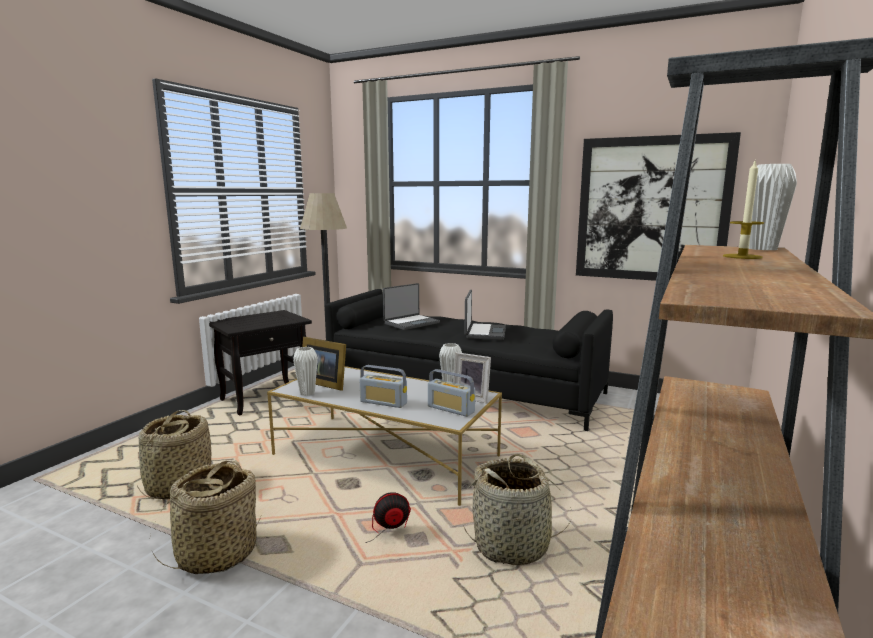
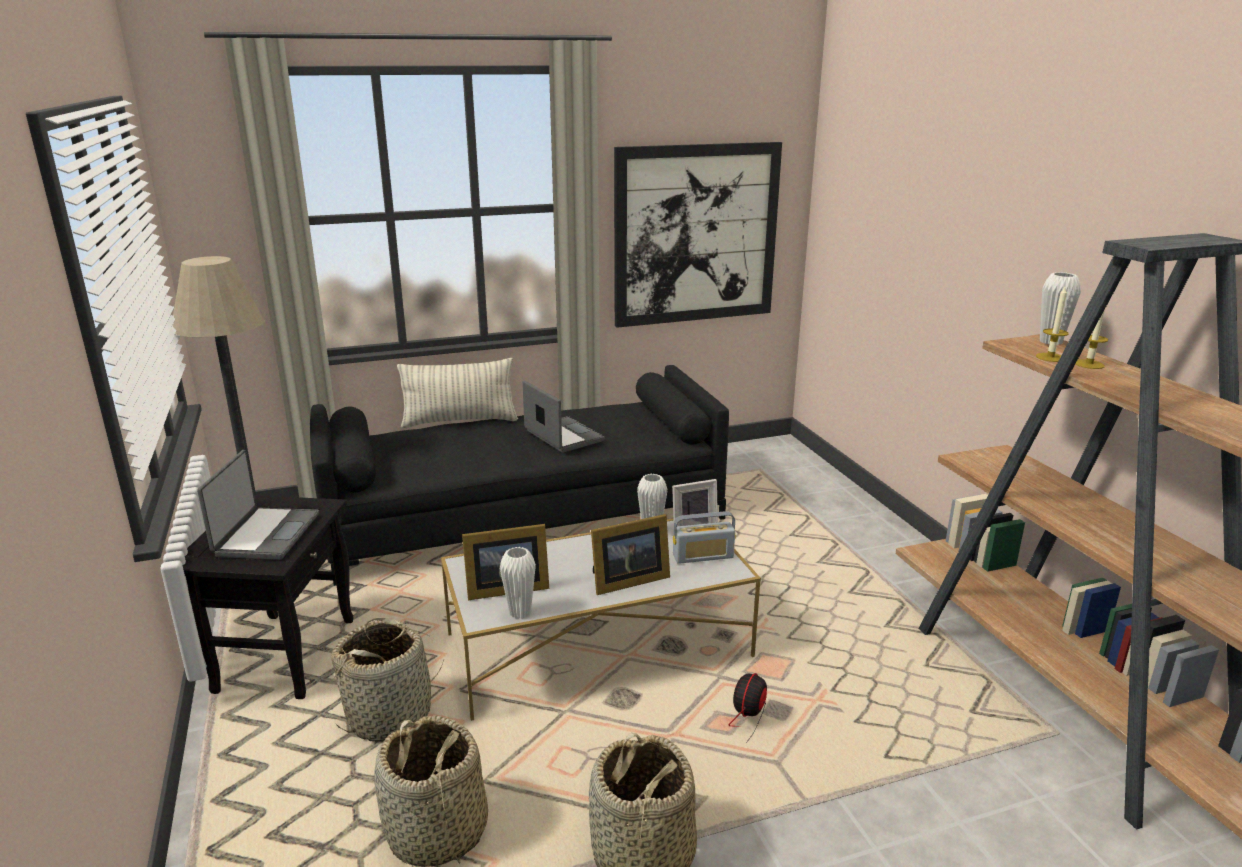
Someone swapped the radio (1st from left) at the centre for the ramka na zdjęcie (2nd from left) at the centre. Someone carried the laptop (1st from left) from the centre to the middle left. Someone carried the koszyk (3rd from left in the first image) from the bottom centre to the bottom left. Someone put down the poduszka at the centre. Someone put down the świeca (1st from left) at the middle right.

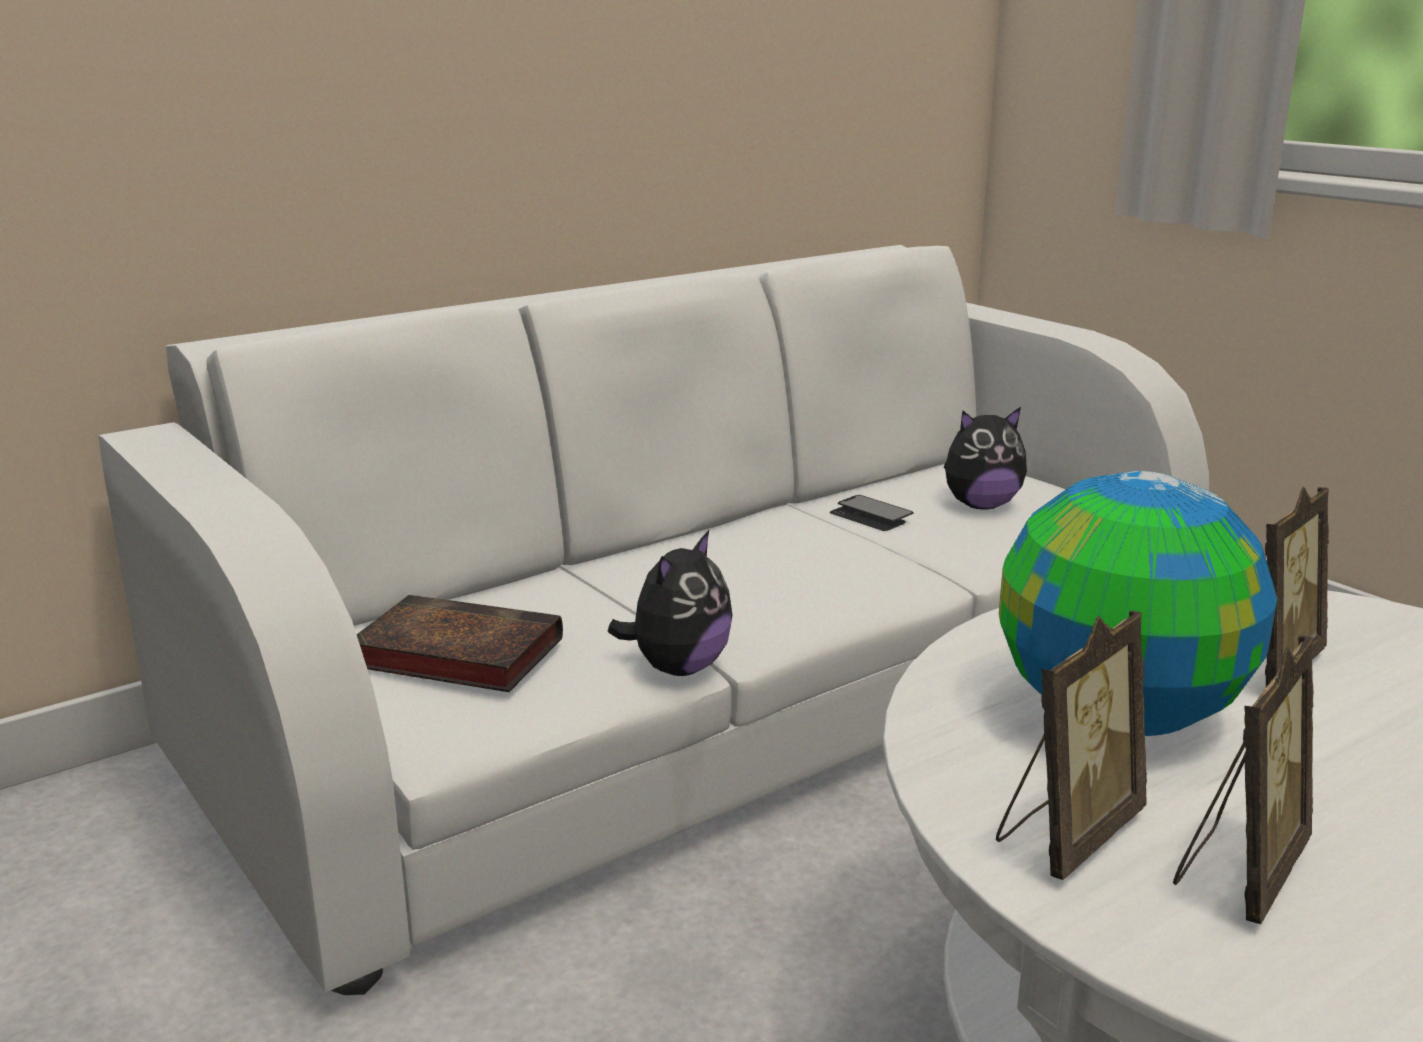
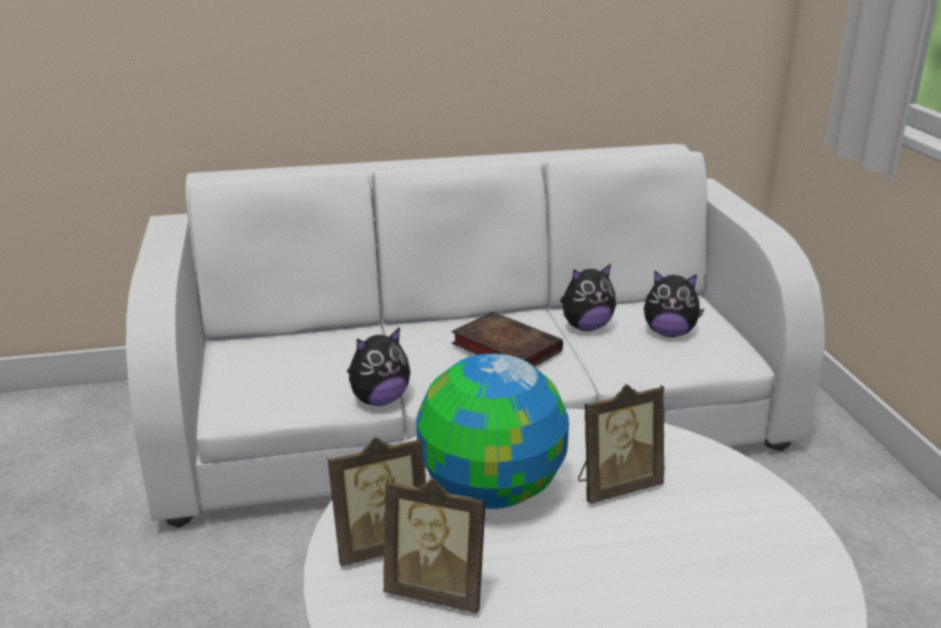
Someone carried the książka from the middle left to the centre. Someone swapped the telefon at the centre for the pluszak (2nd from left) at the centre. Someone rotated the ramka na zdjęcie (2nd from left) at the bottom right by 45 degrees clockwise.

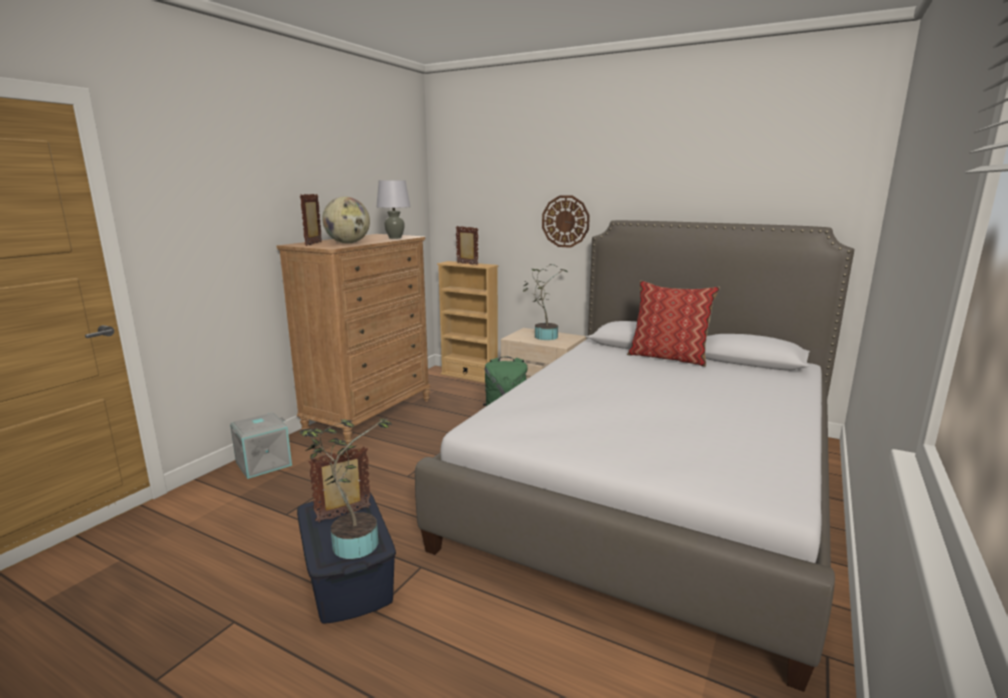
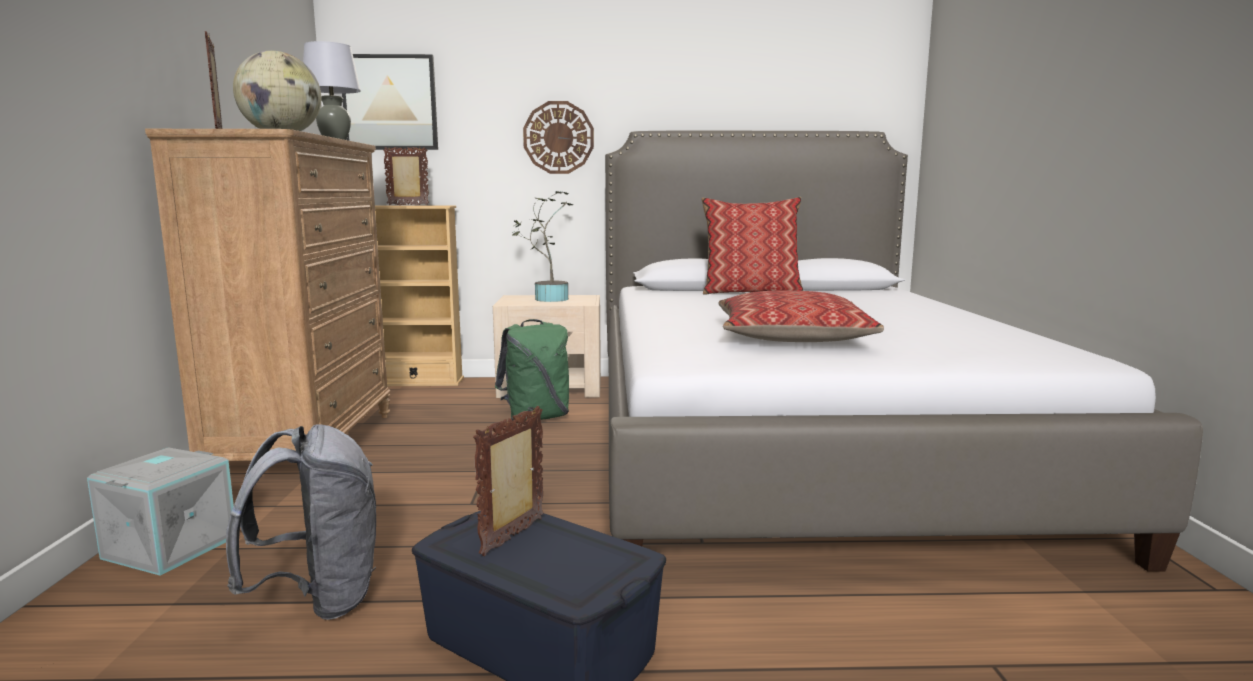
Someone took away the roślina doniczkowa (1st from left) at the bottom centre. Someone put down the plecak (szary) at the bottom left. Someone put up the obraz at the top left. Someone put down the poduszka (2nd from left) at the centre.

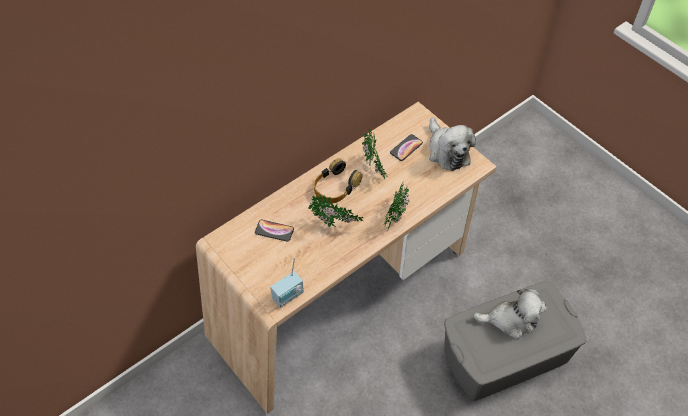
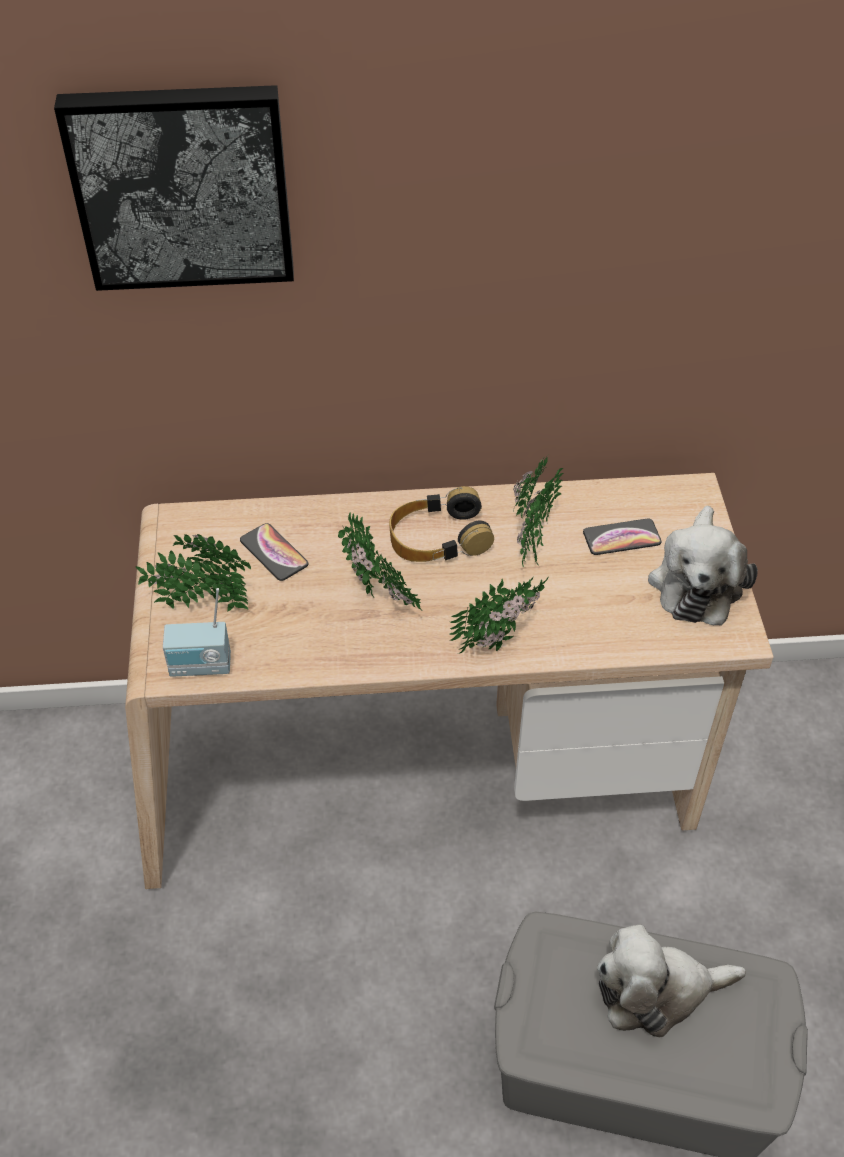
Someone rotated the pluszak (2nd from left in the first image) at the bottom right by 135 degrees clockwise. Someone put up the obraz at the top left. Someone put down the roślina doniczkowa (1st from left) at the middle left.

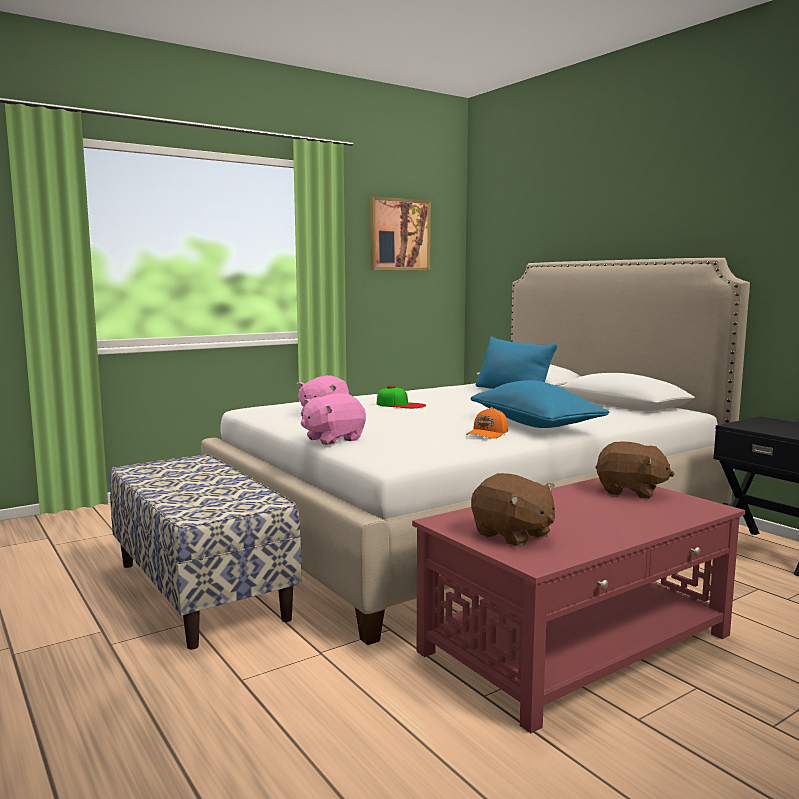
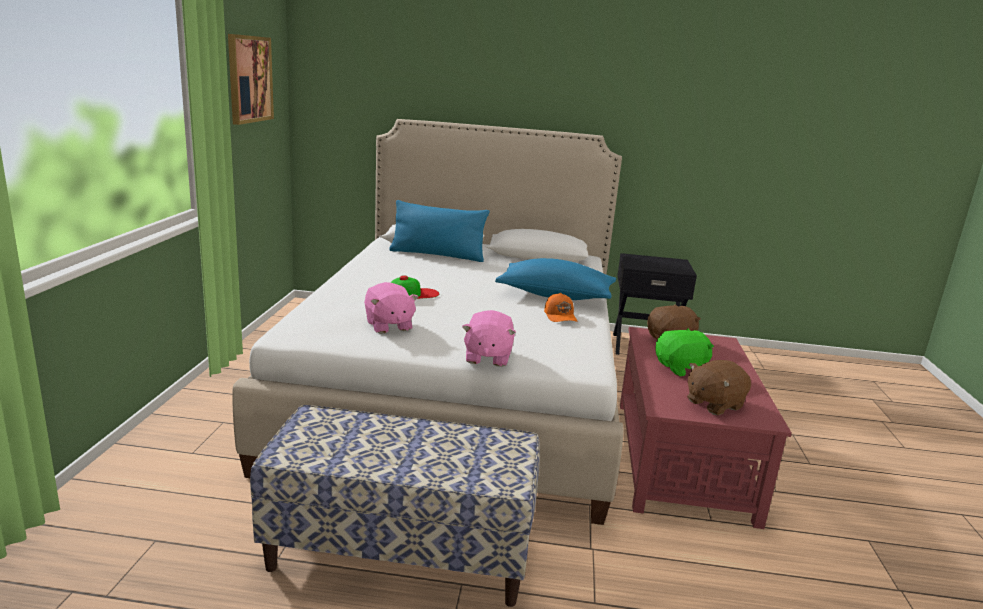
Someone rotated the pluszak (brązowy) (1st from left in the first image) at the centre by 150 degrees clockwise. Someone put down the pluszak (zielony) at the middle right.

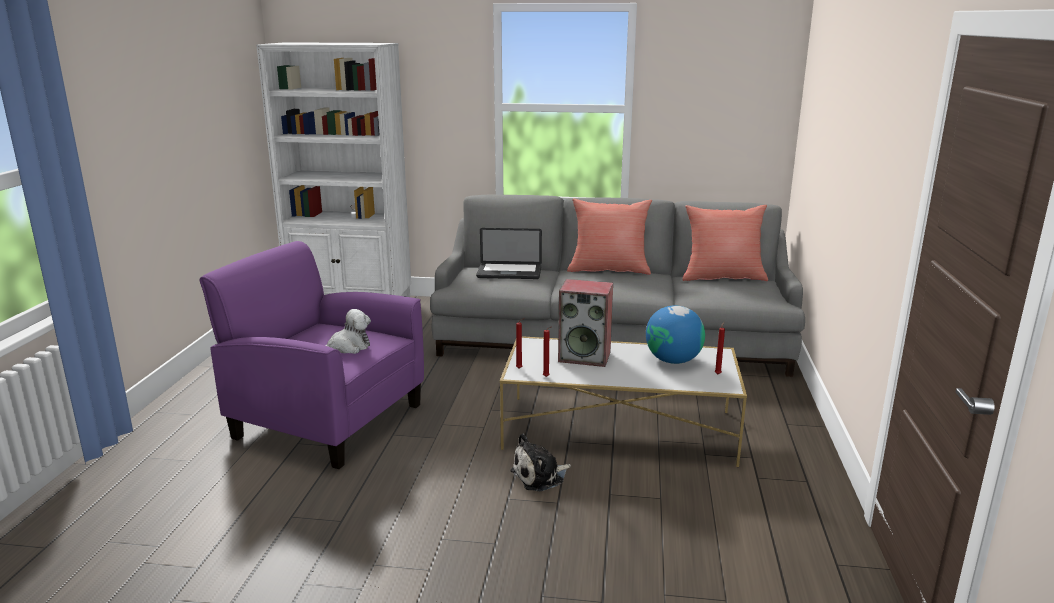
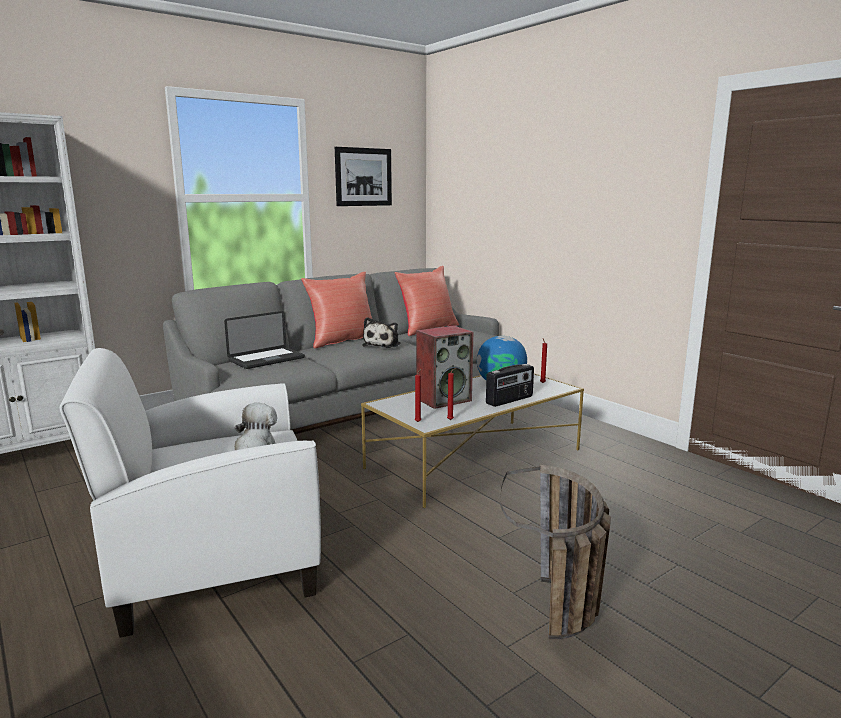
Someone repainted the fotel (fioletowy) at the middle left, which became the fotel (biały) at the bottom left. Someone carried the pluszak (2nd from left) from the bottom centre to the centre. Someone put up the obraz at the top centre. Someone put down the radio at the centre. Someone put down the koszyk at the bottom centre.

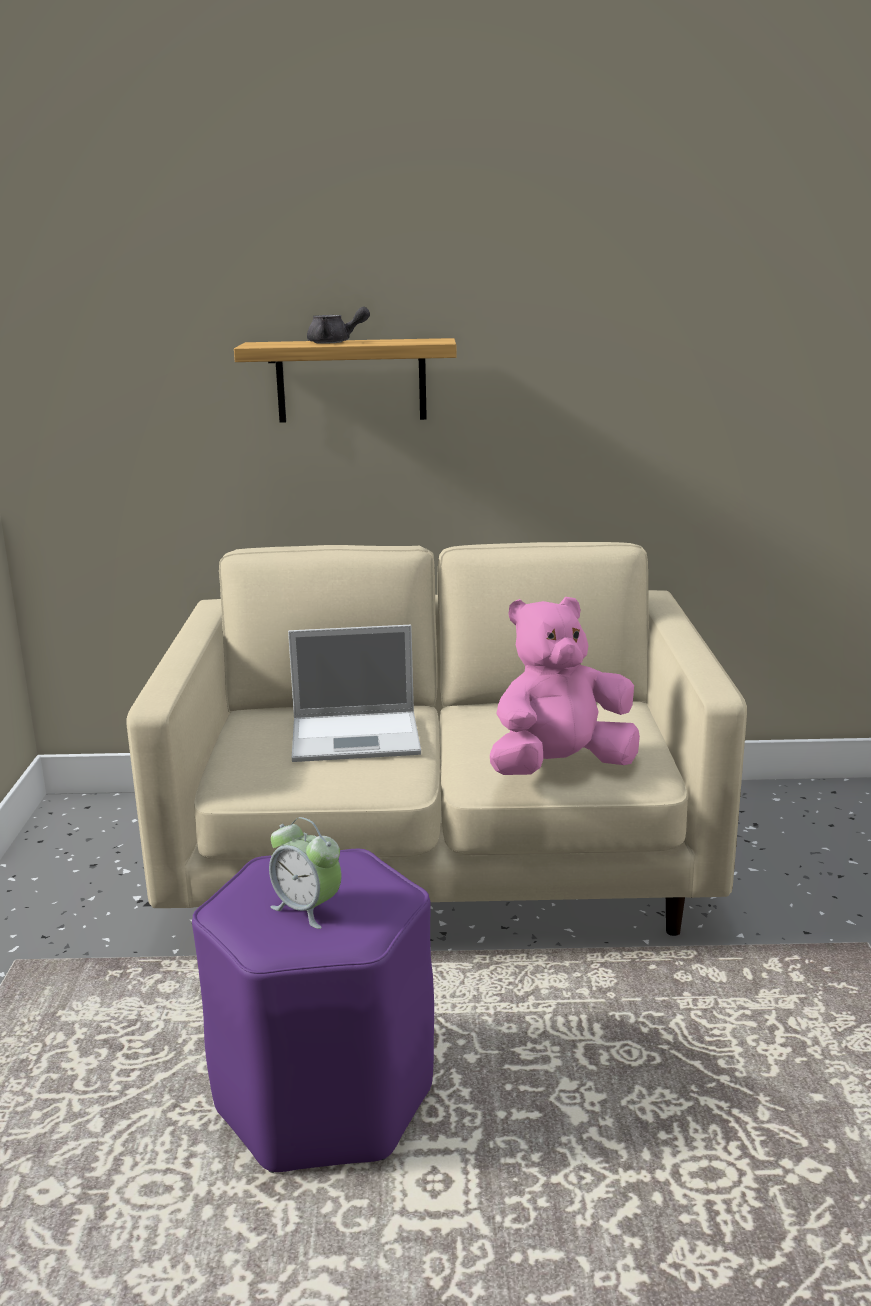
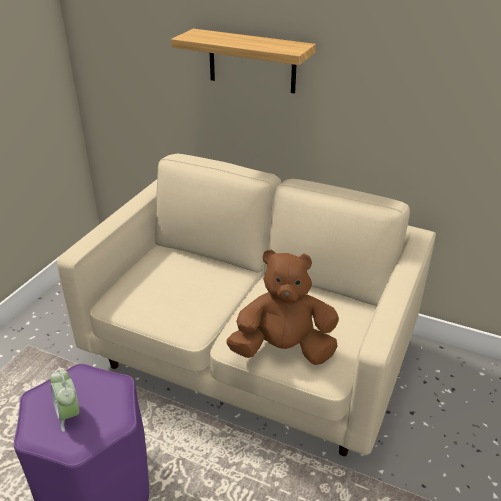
Someone took away the laptop at the centre. Someone took away the imbryk (szary) at the top centre. Someone repainted the pluszak (różowy) at the centre, which became the pluszak (brązowy) at the centre.

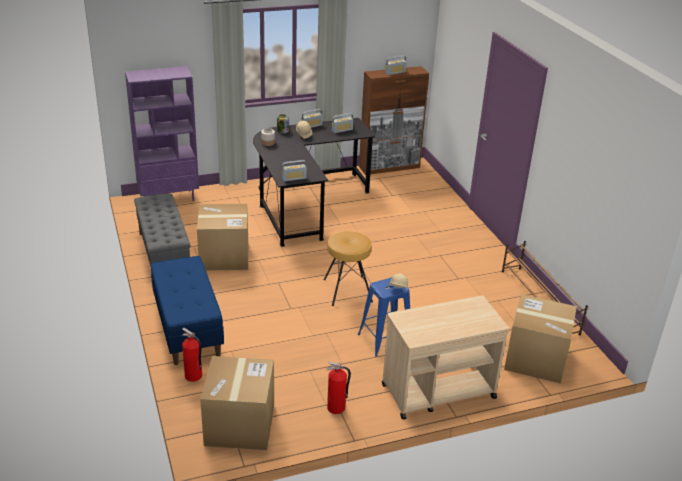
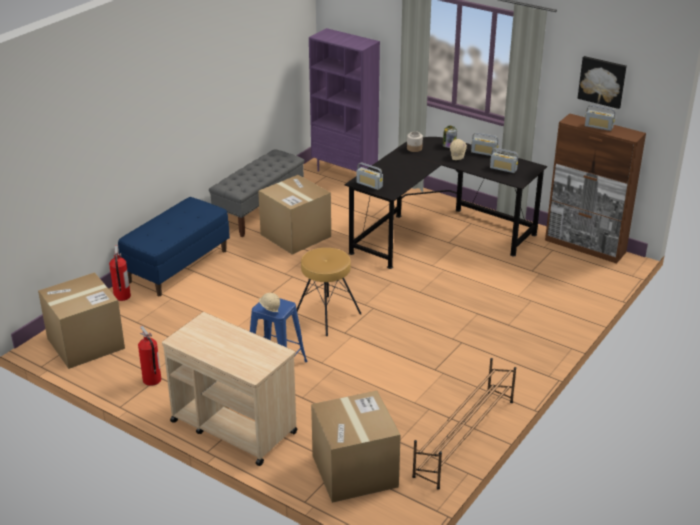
Someone put up the obraz at the top right.

